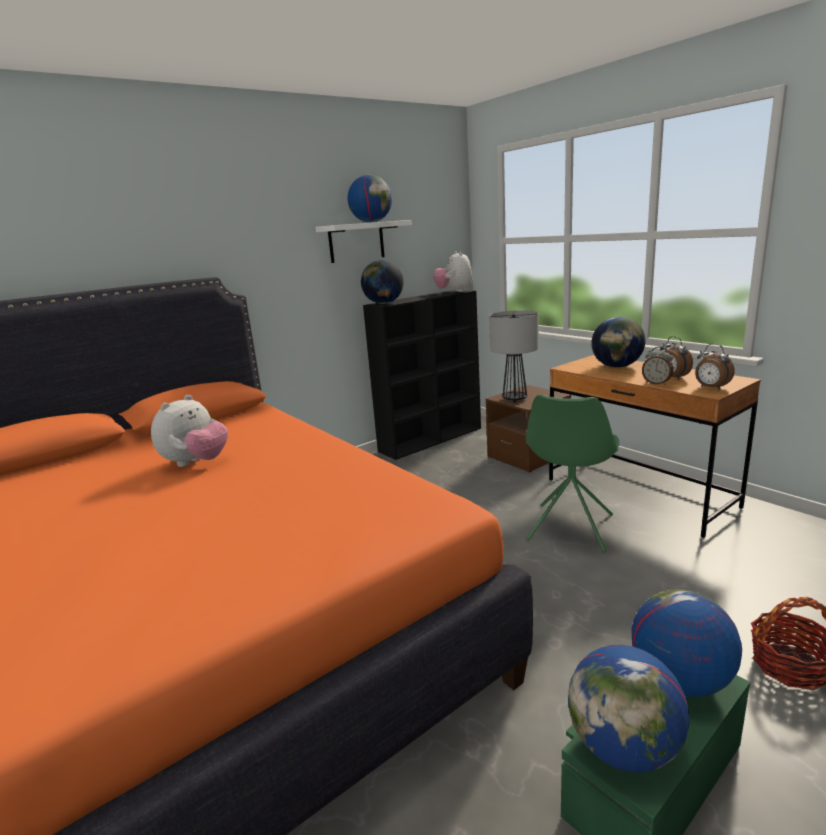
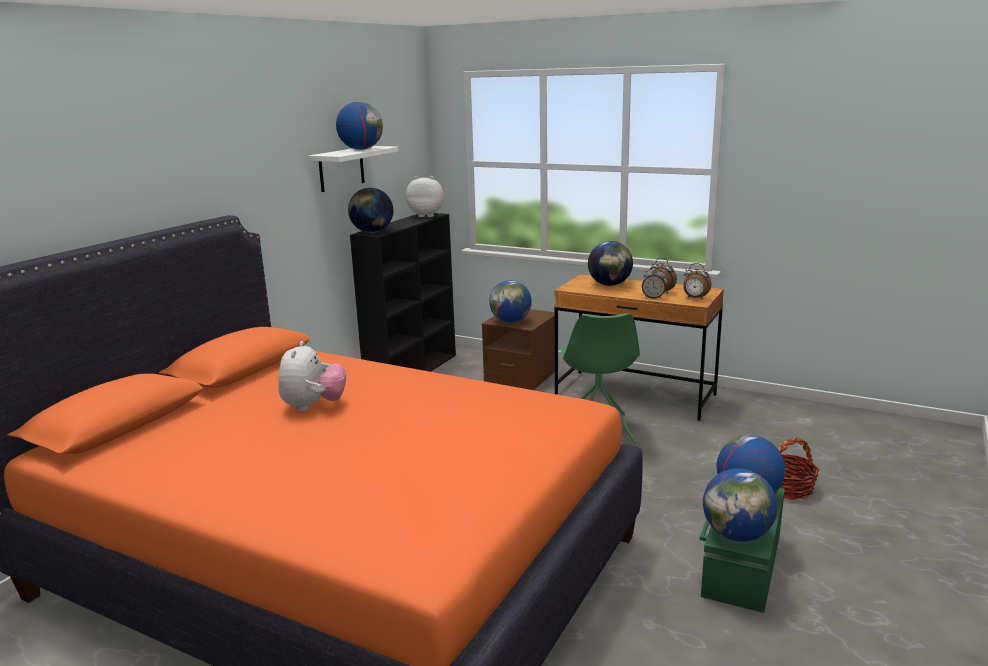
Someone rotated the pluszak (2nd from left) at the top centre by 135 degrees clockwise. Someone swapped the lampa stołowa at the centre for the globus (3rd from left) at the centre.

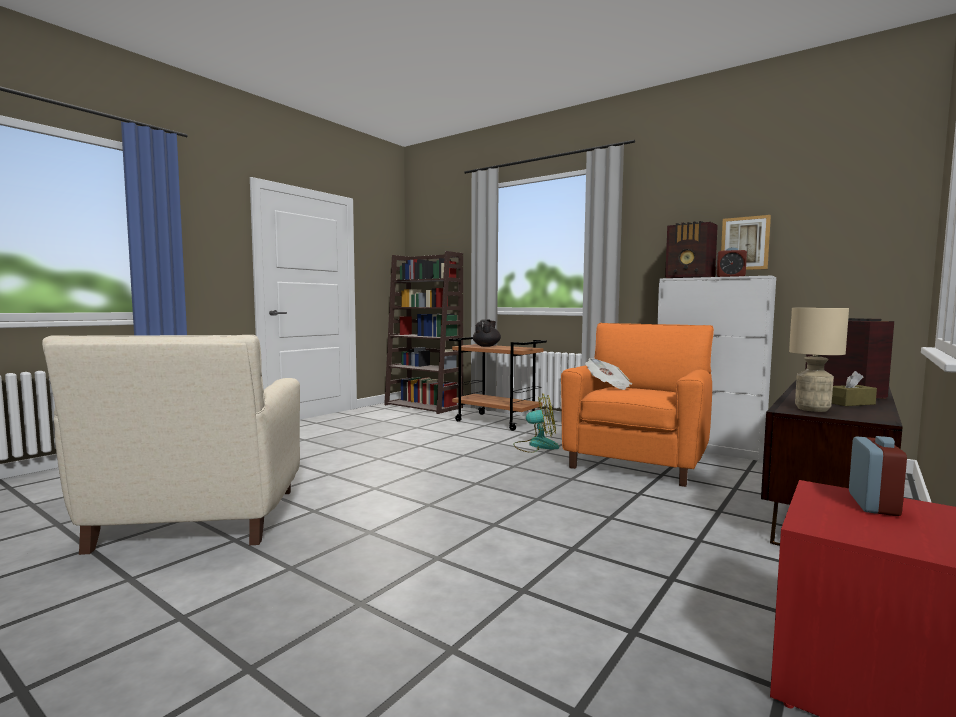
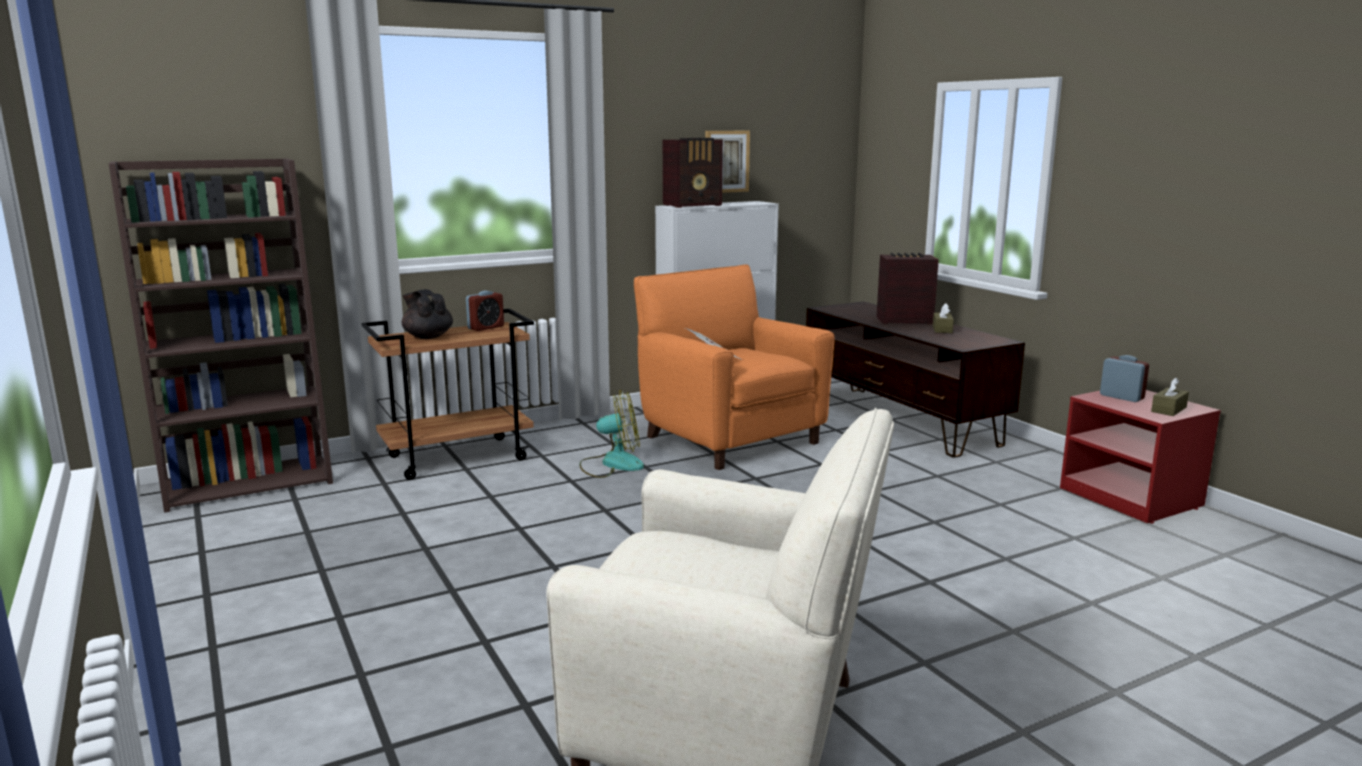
Someone rotated the wentylator at the centre by 60 degrees clockwise. Someone carried the budzik (1st from left) from the middle right to the centre. Someone took away the lampa stołowa (beżowy) at the middle right. Someone put down the pudełko chusteczek (brązowy) (2nd from left) at the middle right.

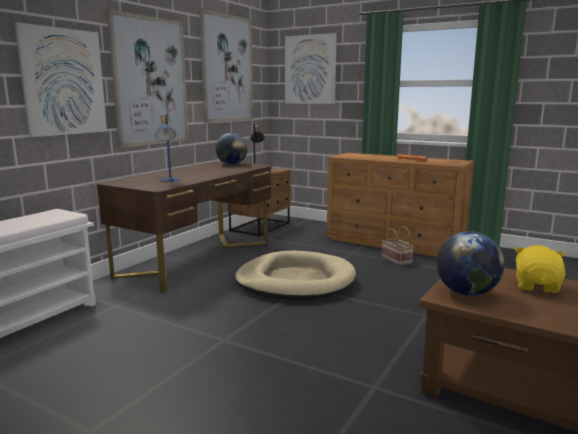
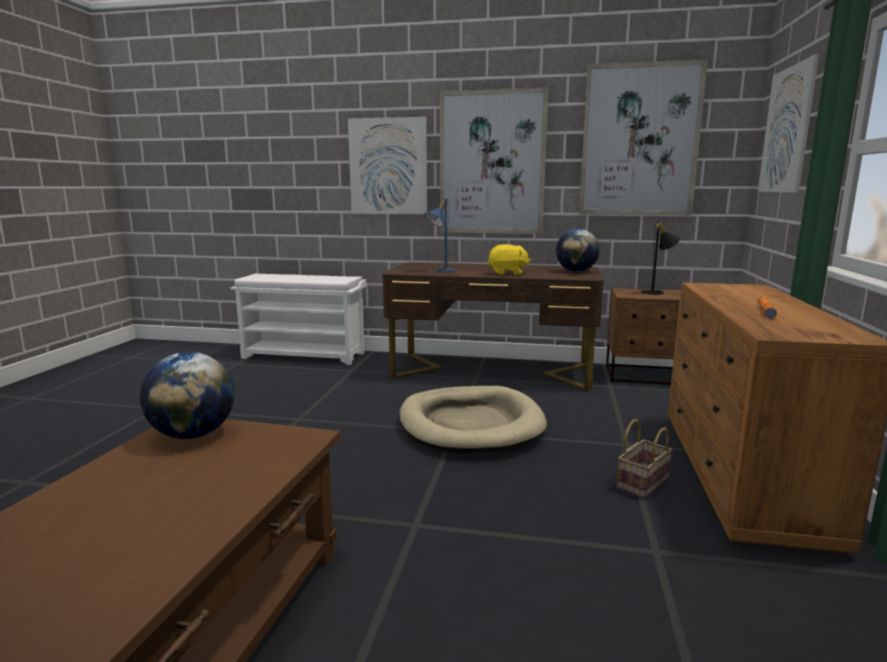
Someone carried the pluszak (żółty) from the middle right to the centre.

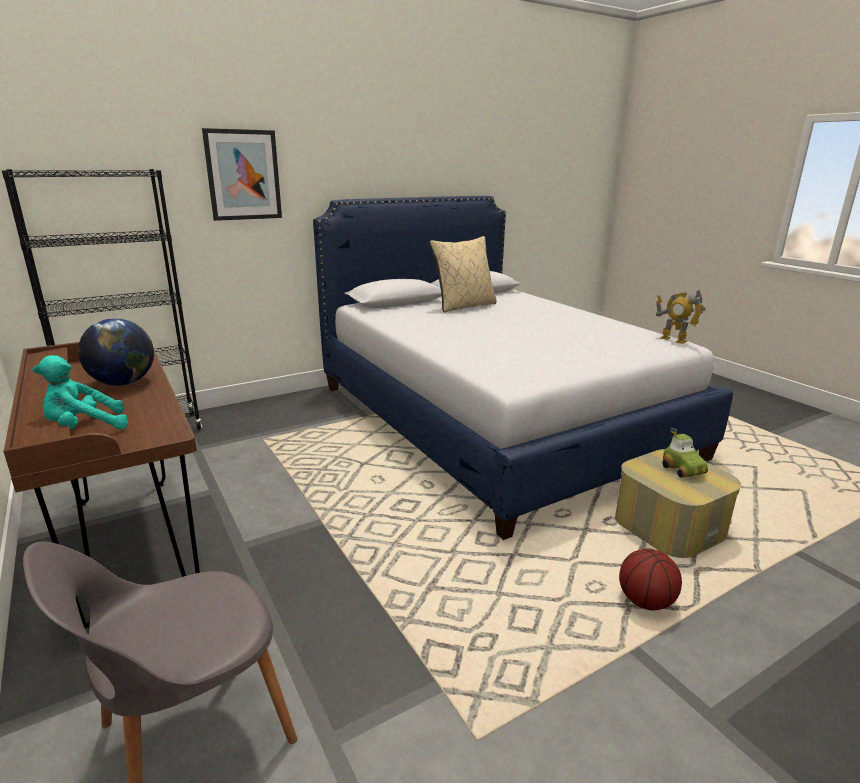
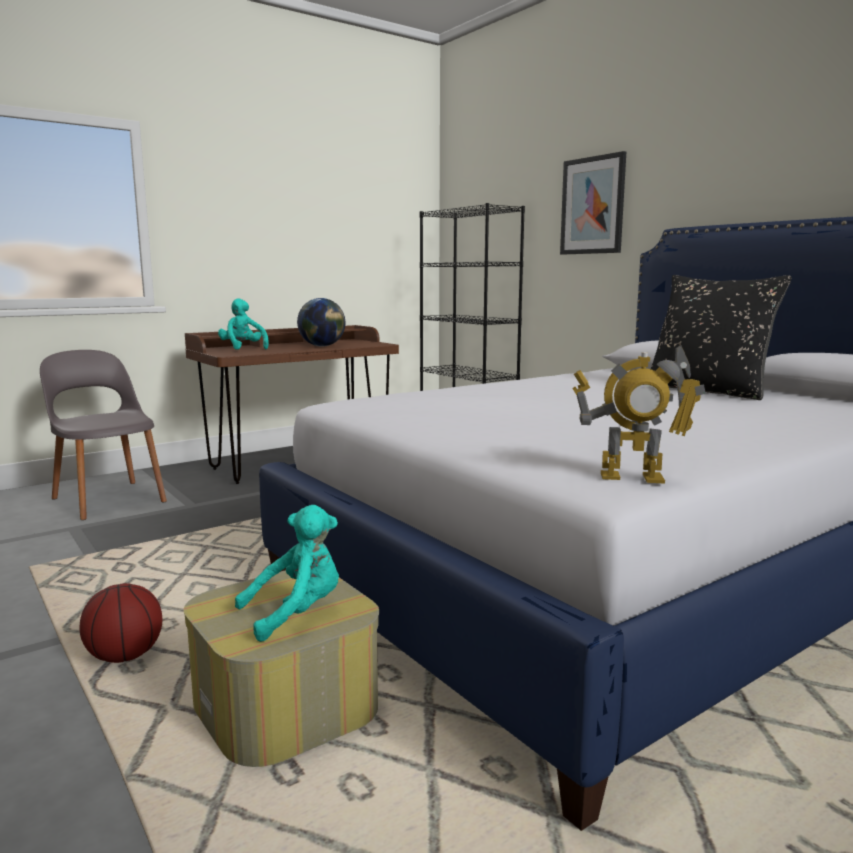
Someone repainted the poduszka (beżowy) at the centre, which became the poduszka (czarny) at the middle right. Someone rotated the robot zabawkowy at the middle right by 120 degrees counterclockwise. Someone swapped the samochodzik at the middle right for the pluszak (turkusowy) (2nd from left) at the bottom centre.

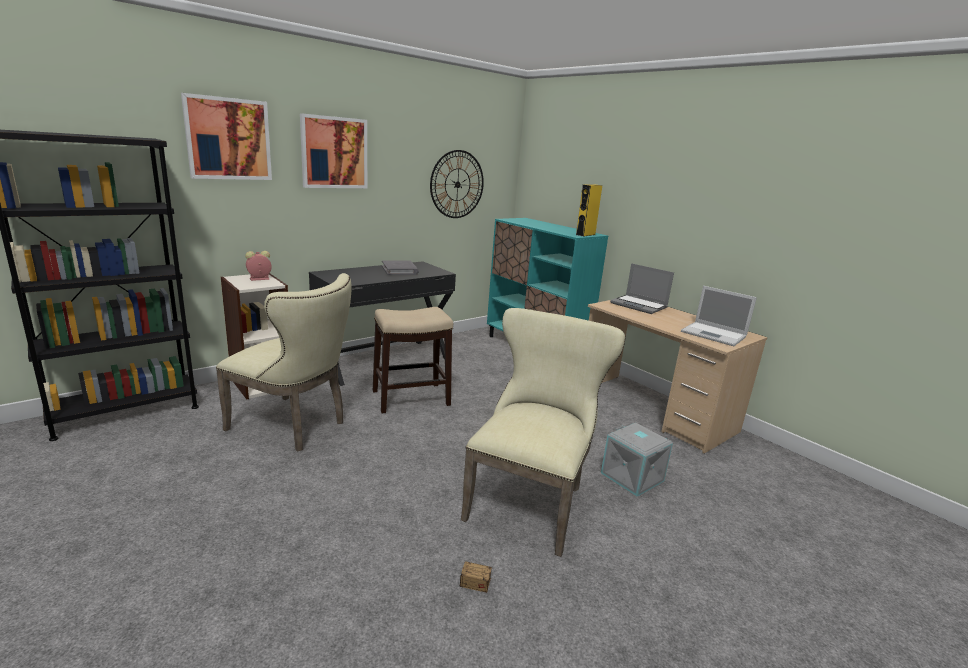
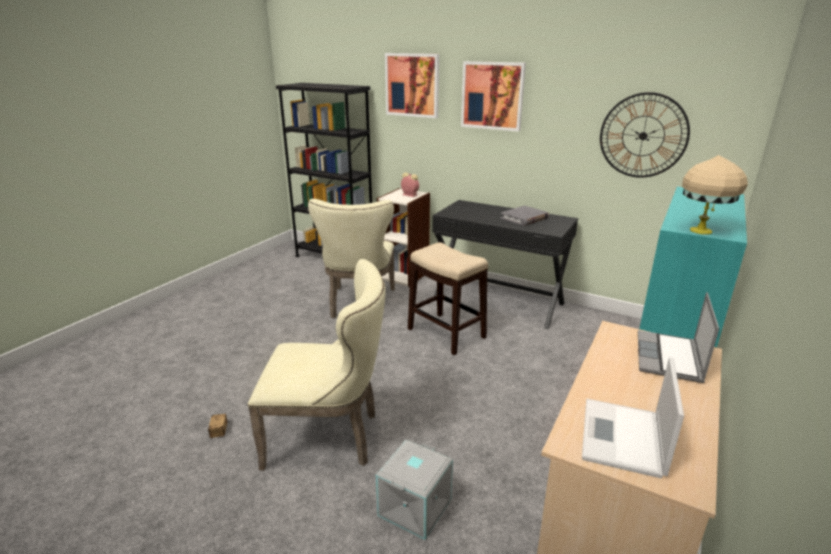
Someone swapped the głośnik (żółty) at the top centre for the lampa stołowa (beżowy) at the middle right.

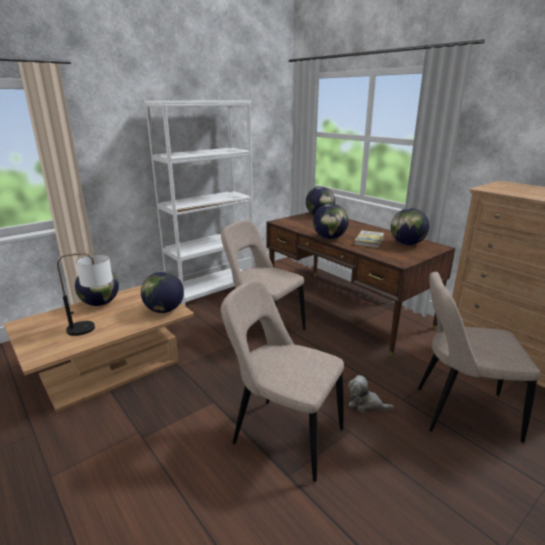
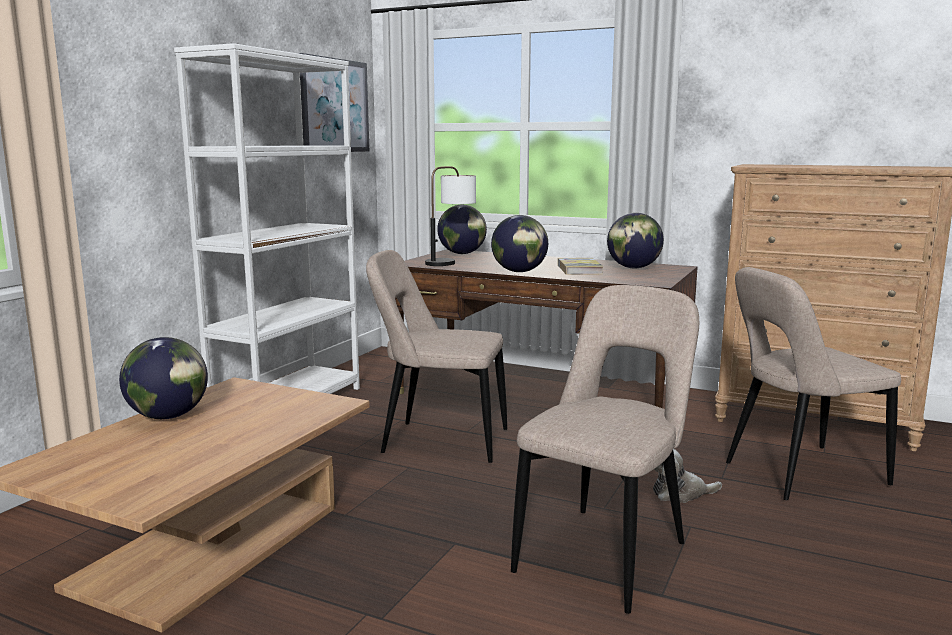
Someone carried the lampa stołowa from the middle left to the centre. Someone took away the globus (2nd from left) at the middle left. Someone rotated the krzesło (beżowy) (2nd from left) at the bottom centre by 120 degrees clockwise. Someone put up the obraz at the top centre.

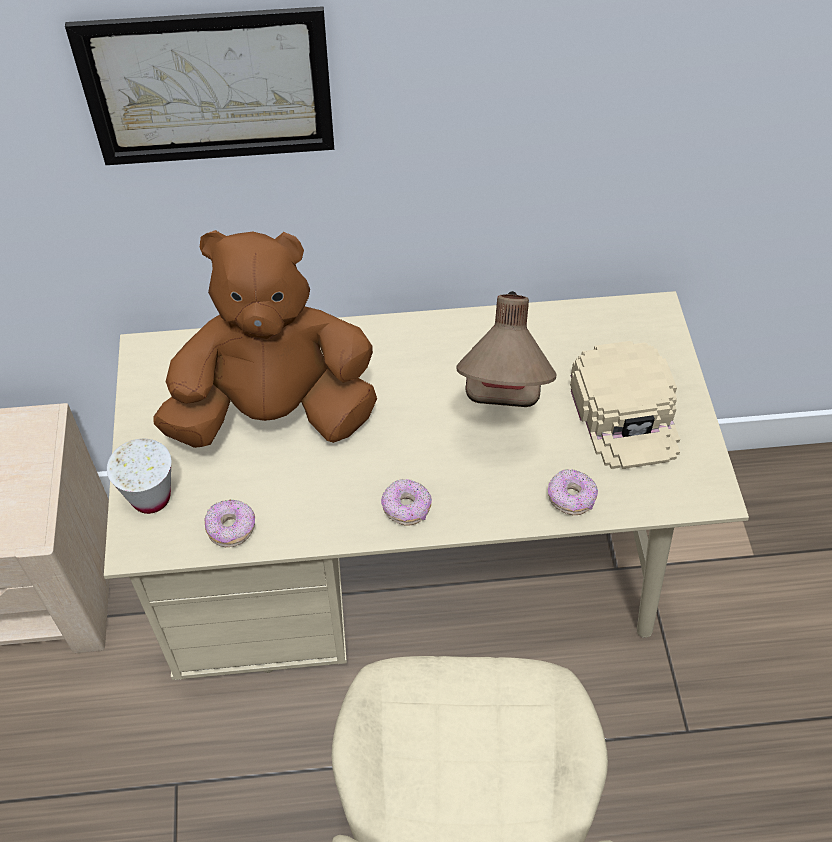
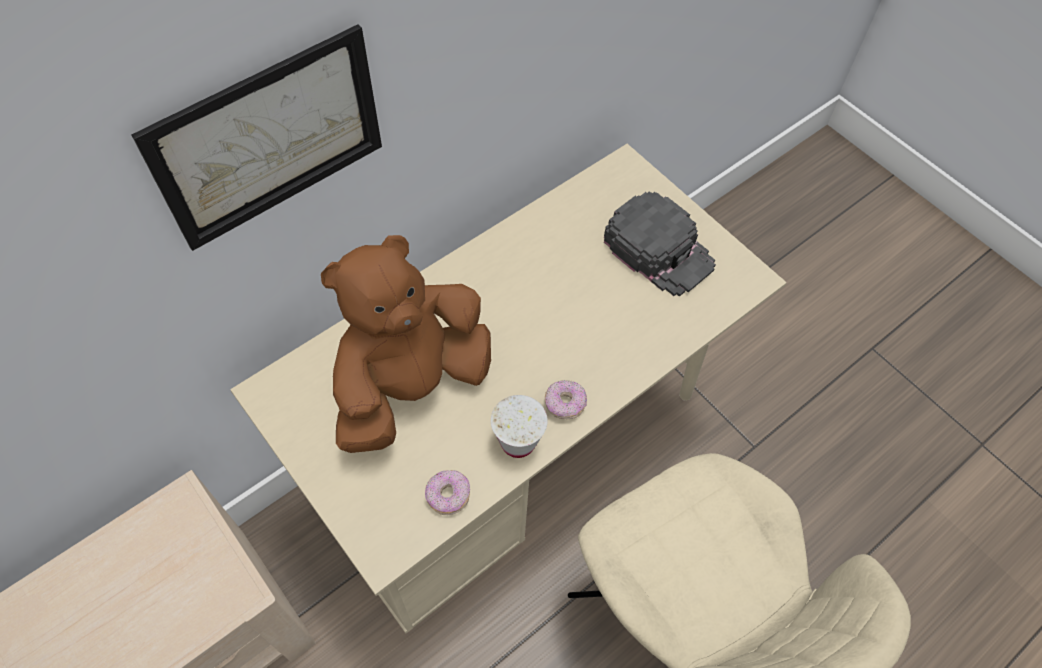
Someone carried the filiżanka (biały) from the middle left to the centre. Someone took away the lampa stołowa at the centre. Someone took away the donut (3rd from left) at the middle right. Someone repainted the czapka z daszkiem (beżowy) at the middle right, which became the czapka z daszkiem (czarny) at the centre.

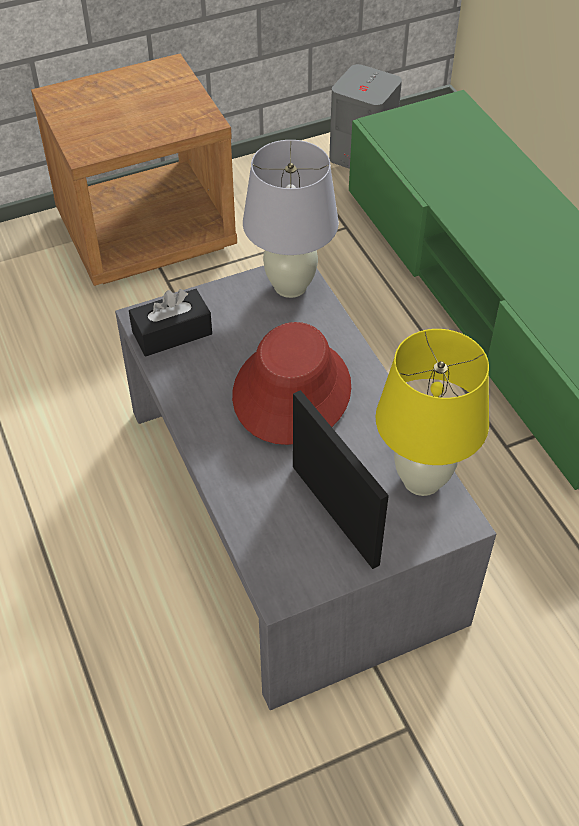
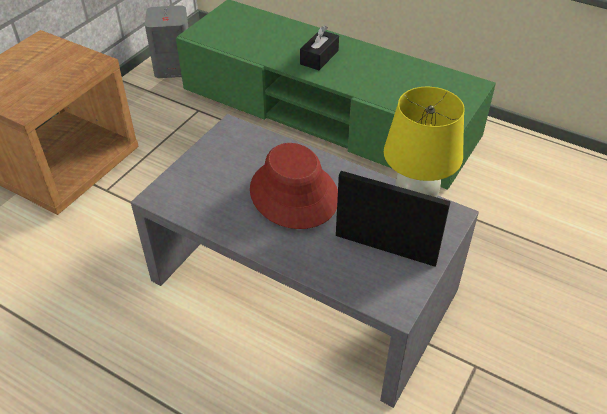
Someone carried the pudełko chusteczek (czarny) from the middle left to the top centre. Someone took away the lampa stołowa (biały) at the top centre.

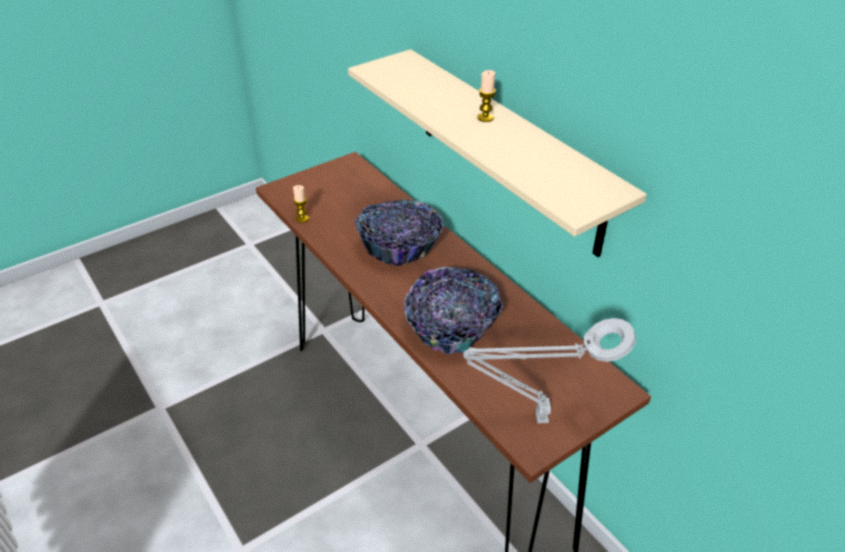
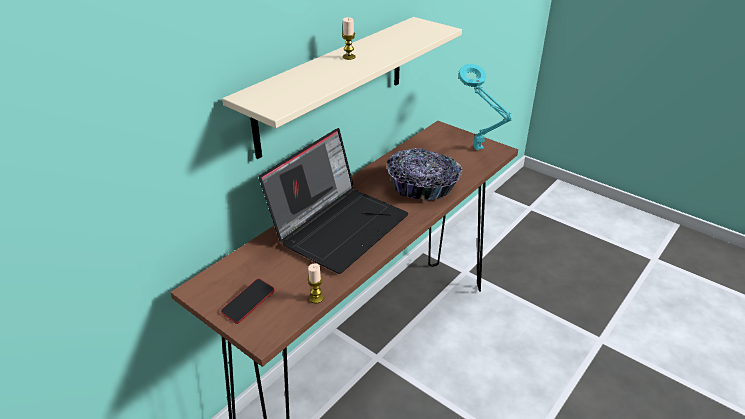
Someone swapped the miska (1st from left) at the centre for the laptop at the centre. Someone repainted the lampa stołowa (szary) at the bottom centre, which became the lampa stołowa (turkusowy) at the top centre. Someone put down the telefon at the bottom left.

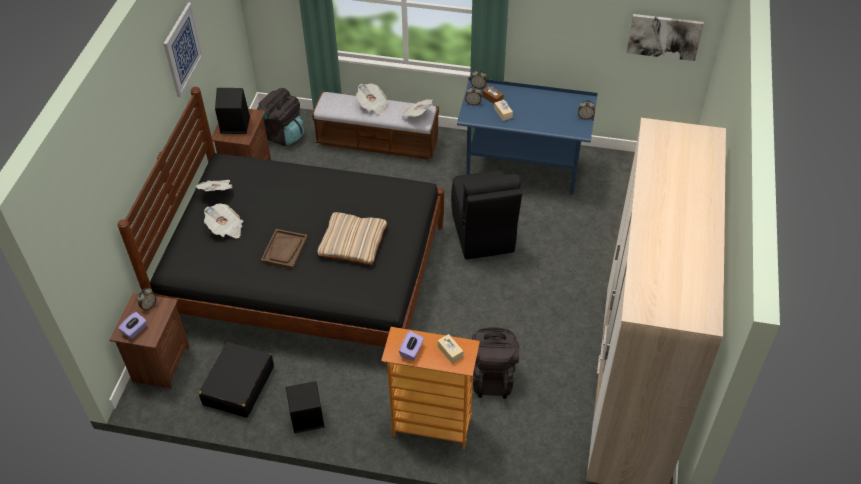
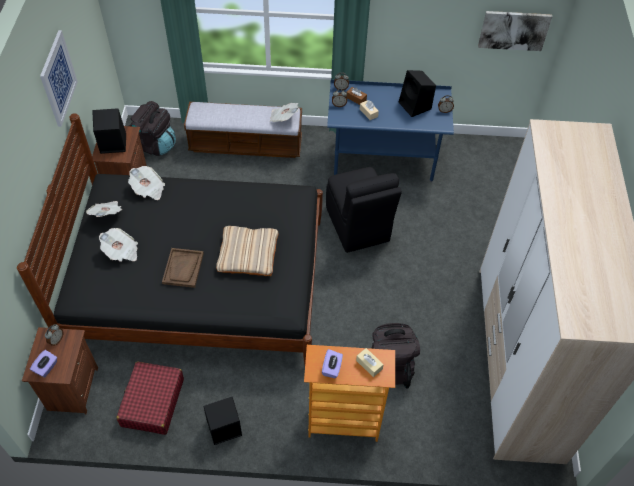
Someone repainted the walizka (czarny) at the bottom left, which became the walizka (czerwony) at the bottom left. Someone carried the gazeta (3rd from left) from the top centre to the middle left. Someone put down the głośnik (czarny) (3rd from left) at the top centre.

